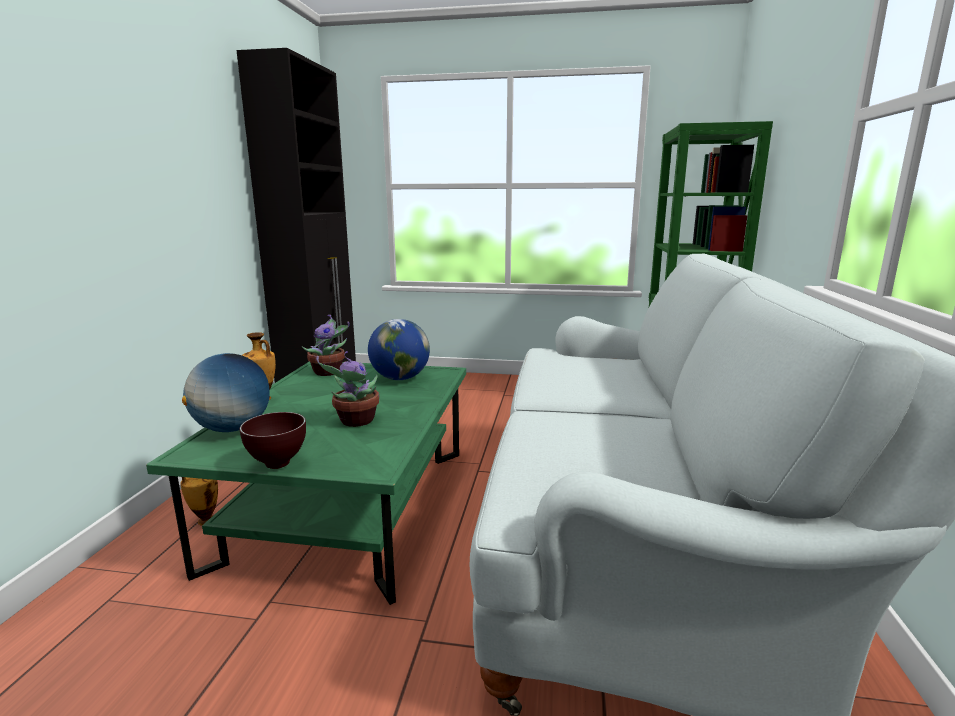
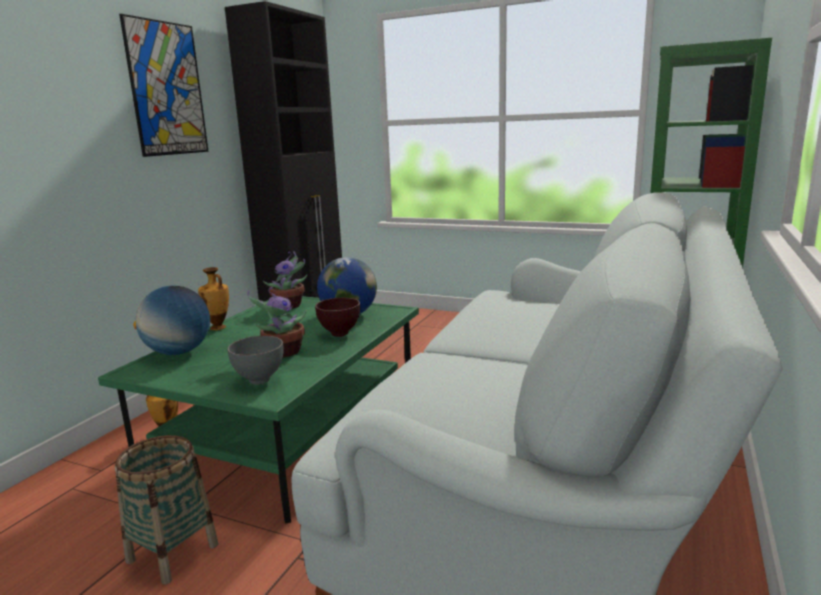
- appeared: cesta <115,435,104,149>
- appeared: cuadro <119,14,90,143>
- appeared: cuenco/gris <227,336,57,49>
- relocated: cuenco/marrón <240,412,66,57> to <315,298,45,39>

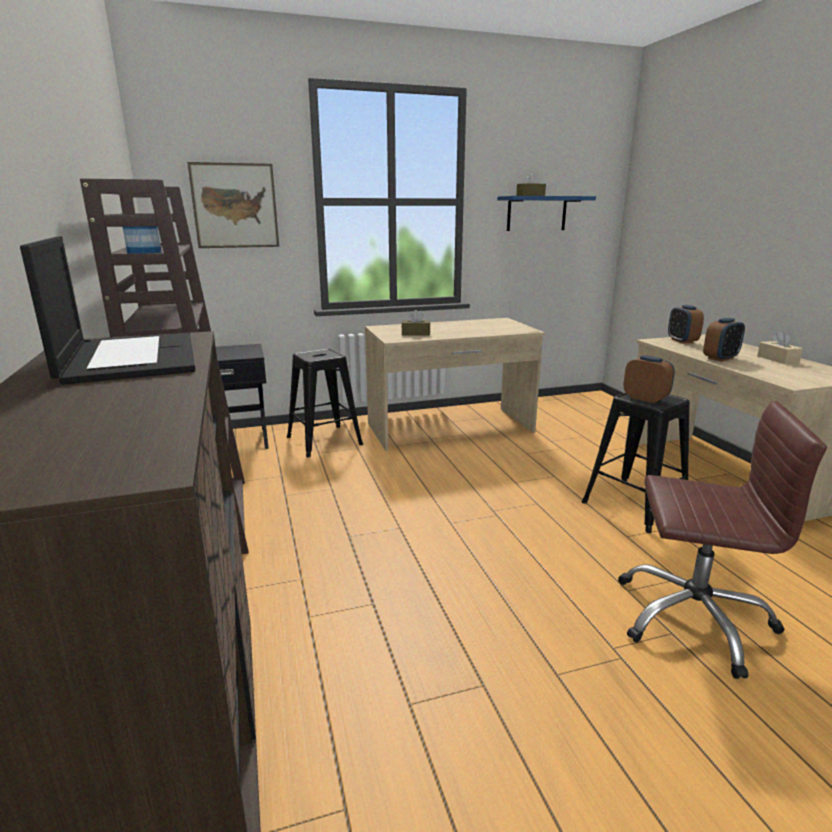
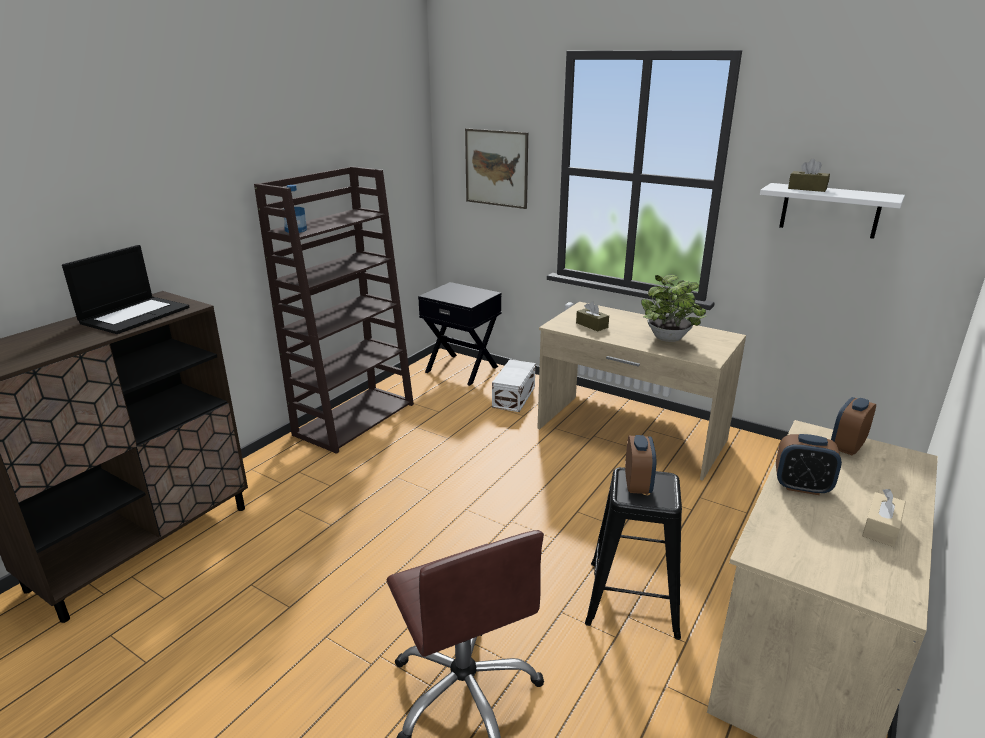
- exchanged: taburete/negro <287,349,76,108> to caja de almacenaje/blanco <492,359,44,53>
- appeared: planta en maceta <641,274,66,68>
- colour: estante/azul <497,196,99,35> to estante/blanco <760,183,145,56>

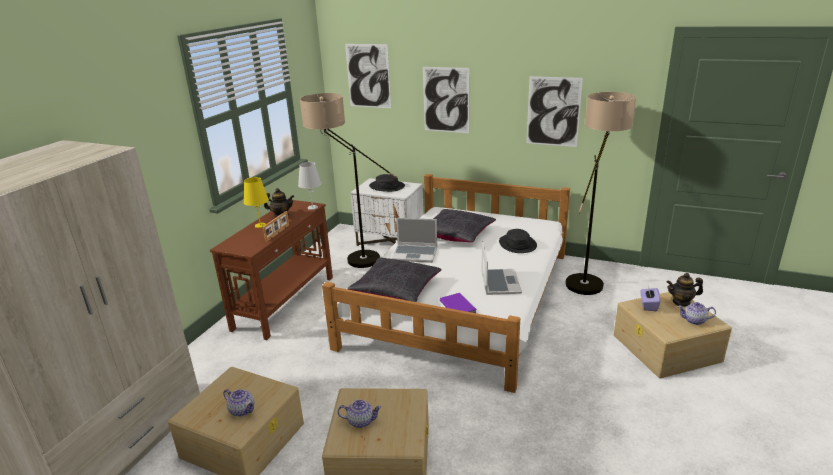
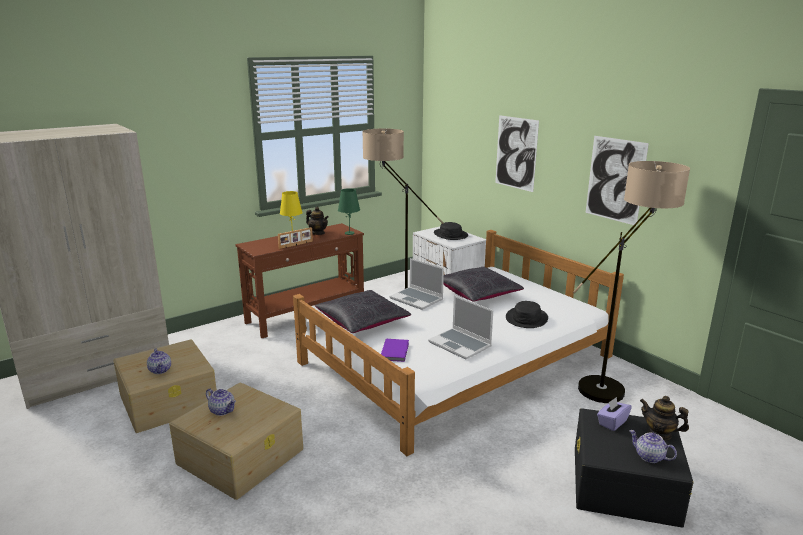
- colour: lámpara de mesa/blanco <298,162,23,48> to lámpara de mesa/verde <338,188,22,47>
- spun: portátil <481,240,41,55> = <428,295,65,65> 105 degrees clockwise
- colour: caja de almacenaje/beis <614,292,118,86> to caja de almacenaje/negro <575,408,118,120>
- missing: cuadro <345,44,46,64>

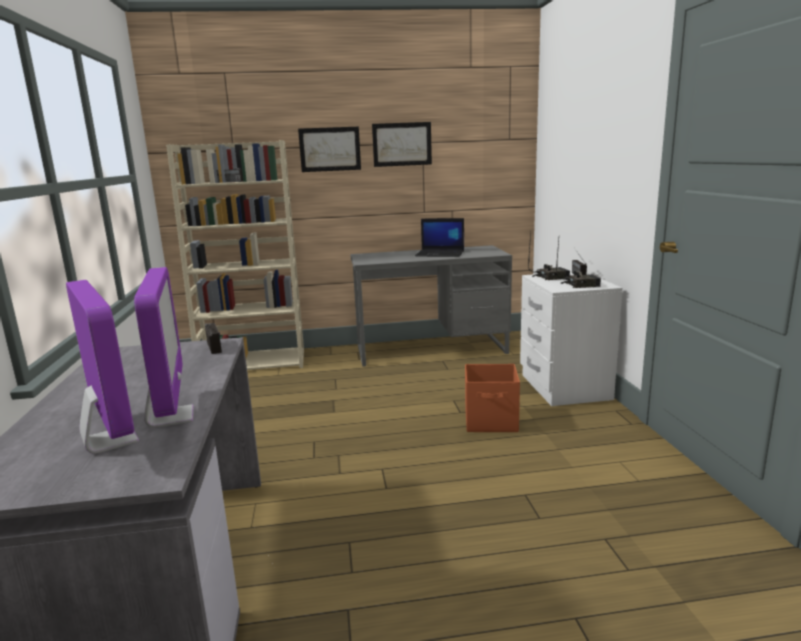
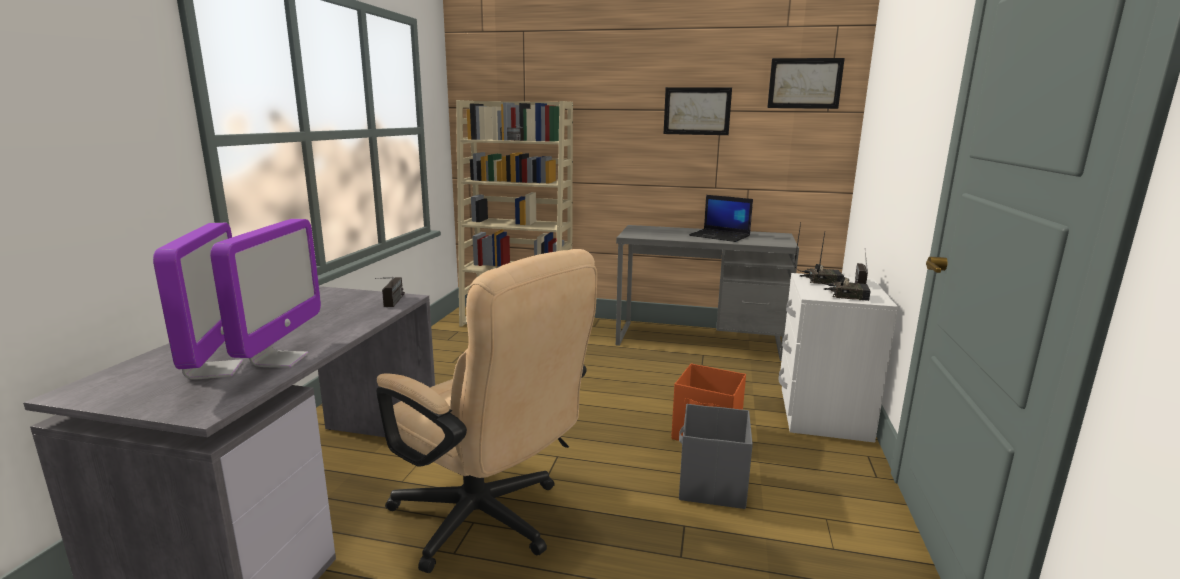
- appeared: silla de oficina/beis <376,249,221,324>
- appeared: caja de almacenaje/gris <679,404,74,105>
- relocated: cuadro <298,127,63,45> to <767,58,78,51>

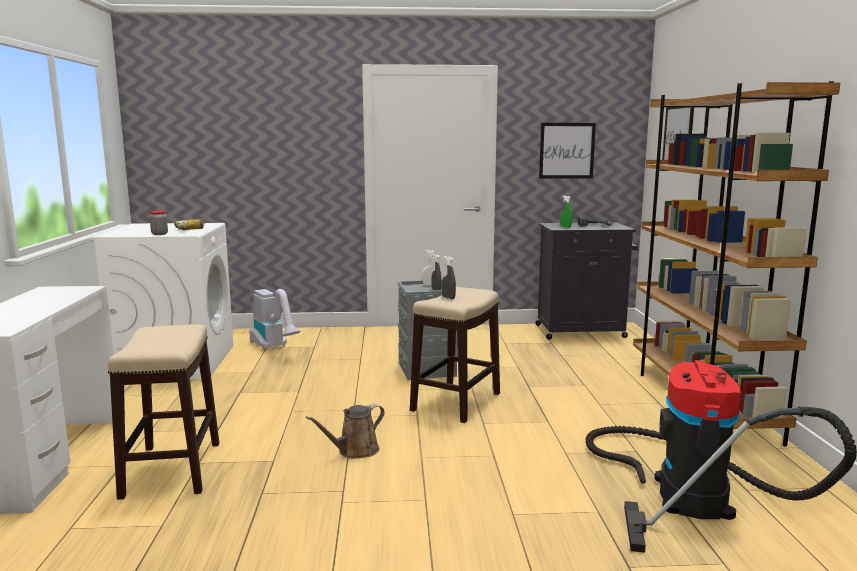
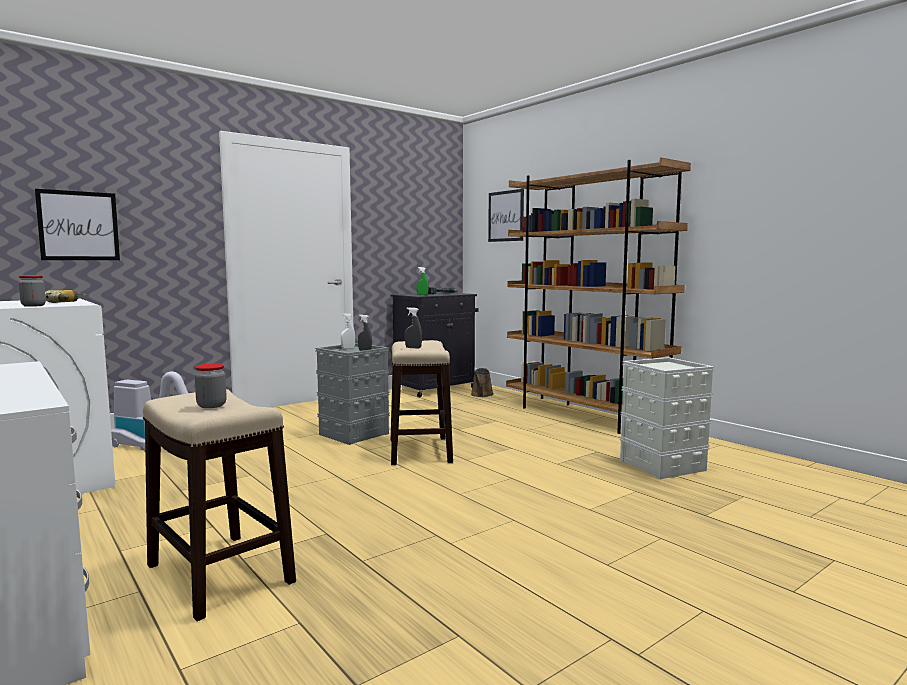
- relocated: cuadro <539,123,57,56> to <35,189,85,71>
- appeared: tarro <195,363,32,45>
- relocated: regadera/marrón <306,404,79,55> to <471,368,23,29>
- exchanged: aspiradora <586,360,271,193> to caja de almacenaje/gris <619,357,95,122>

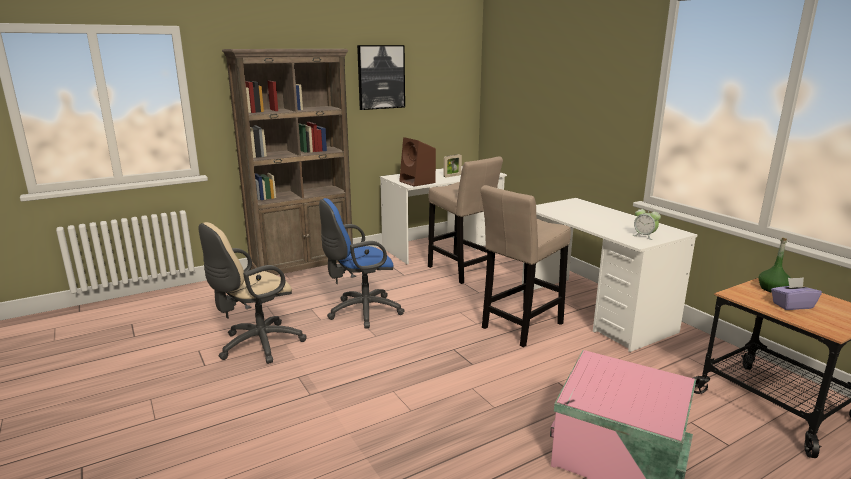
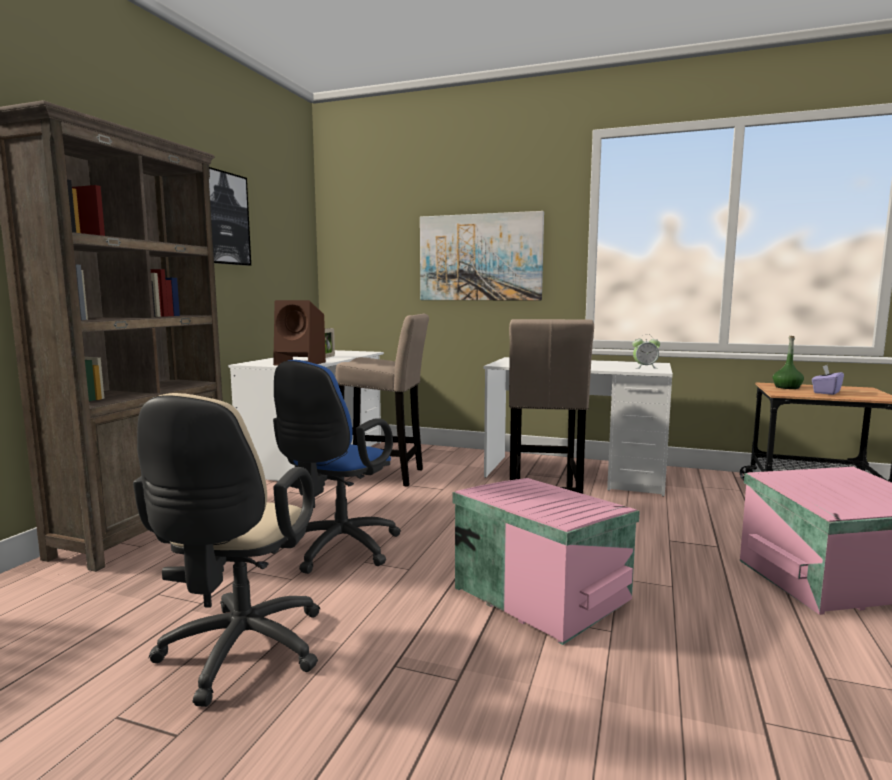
- appeared: cuadro <420,211,124,90>
- appeared: caja de almacenaje/rosa <452,478,188,167>

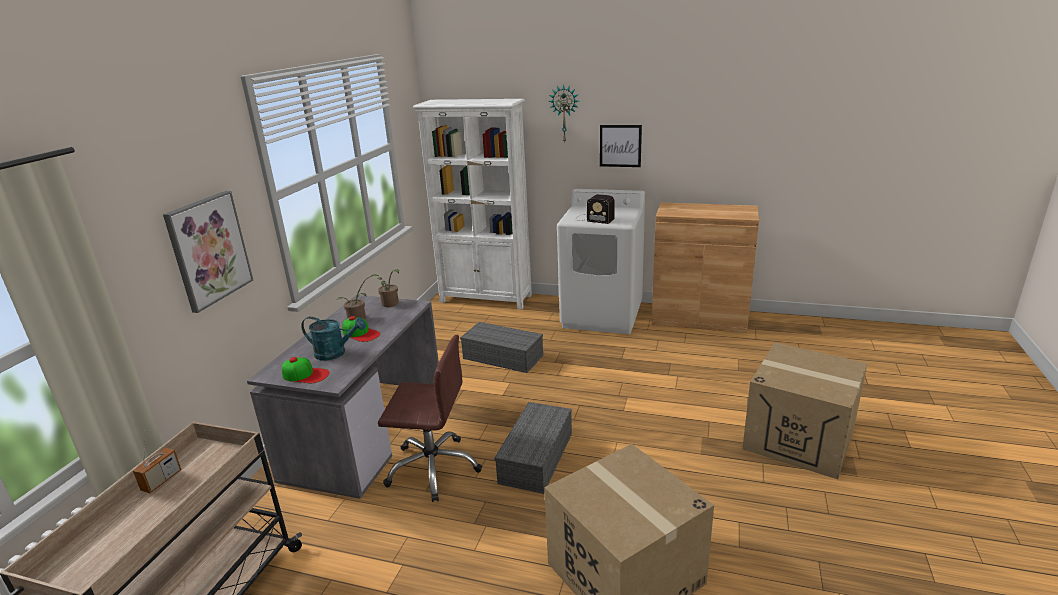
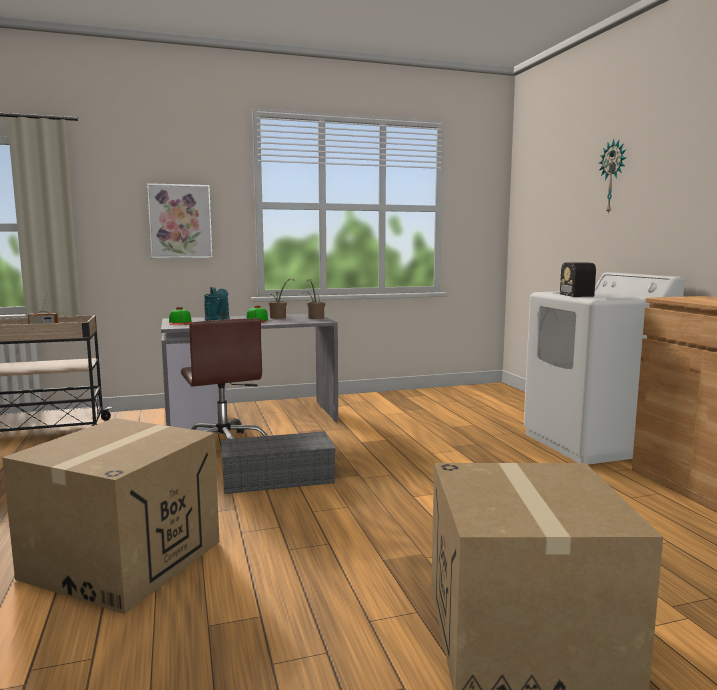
- missing: estantería/blanco <413,99,119,211>
- missing: caja de almacenaje/gris <460,322,83,51>
- missing: cuadro <600,125,42,42>

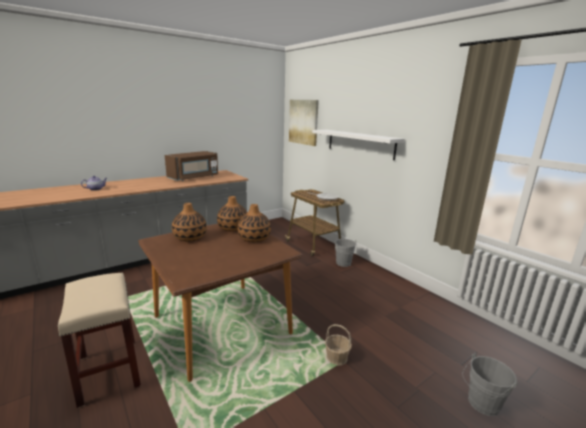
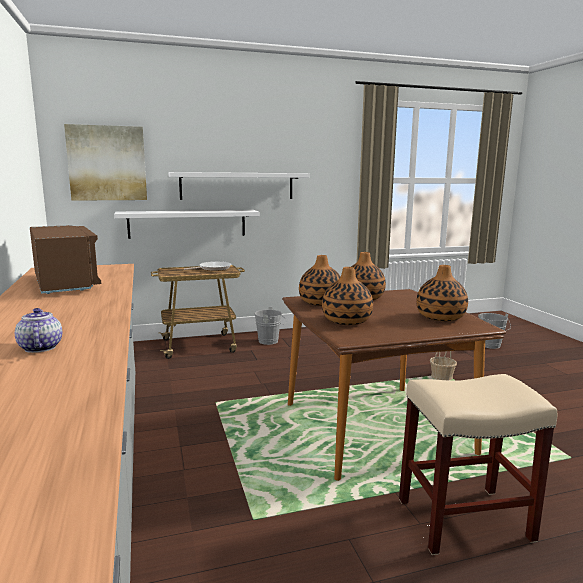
- appeared: estante/blanco <114,210,146,29>
- appeared: florero <416,265,52,56>

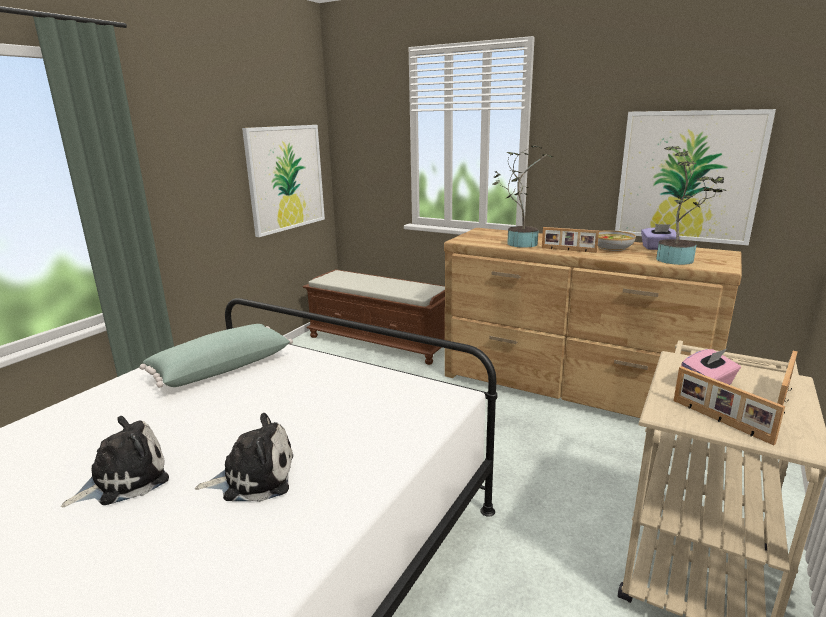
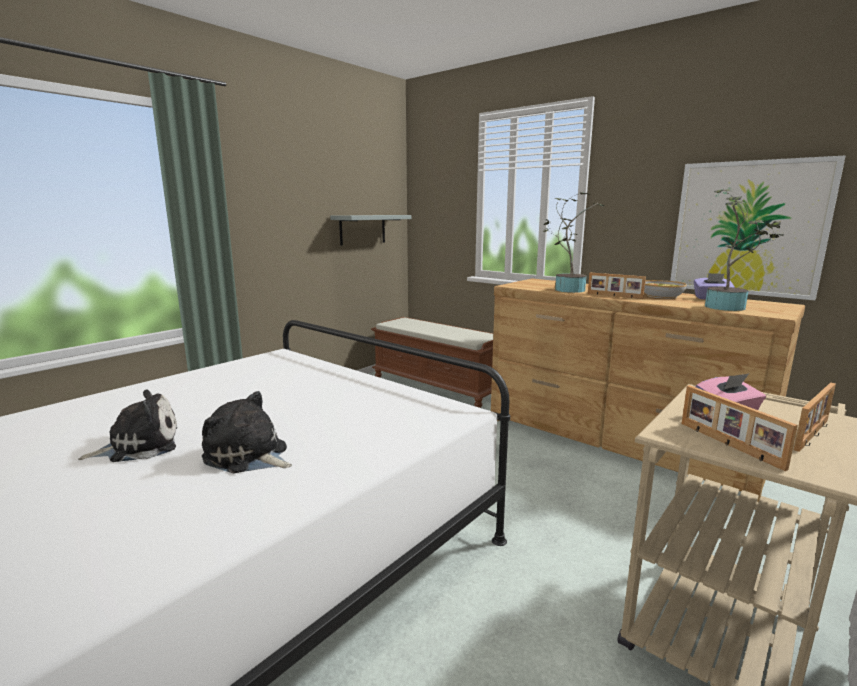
- spun: peluche <195,413,98,89> = <202,391,90,82> 150 degrees counterclockwise
- exchanged: cuadro <242,125,83,112> to estante/gris <330,215,82,31>
- missing: cojín/verde <139,324,154,64>

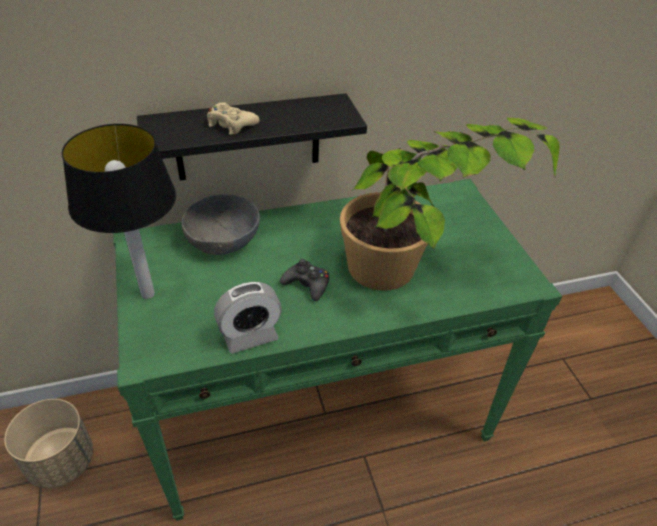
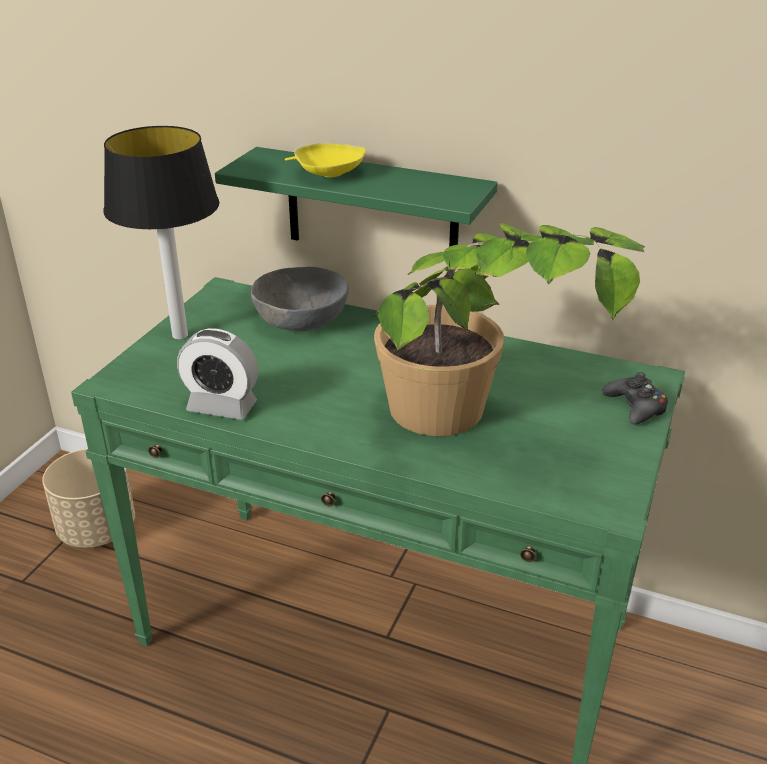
- colour: estante/negro <137,93,230,88> to estante/verde <215,147,282,100>
- exchanged: mando de consola/beis <207,102,53,33> to cuenco/amarillo <285,143,82,35>
- relocated: mando de consola/negro <280,259,49,42> to <602,372,66,53>

